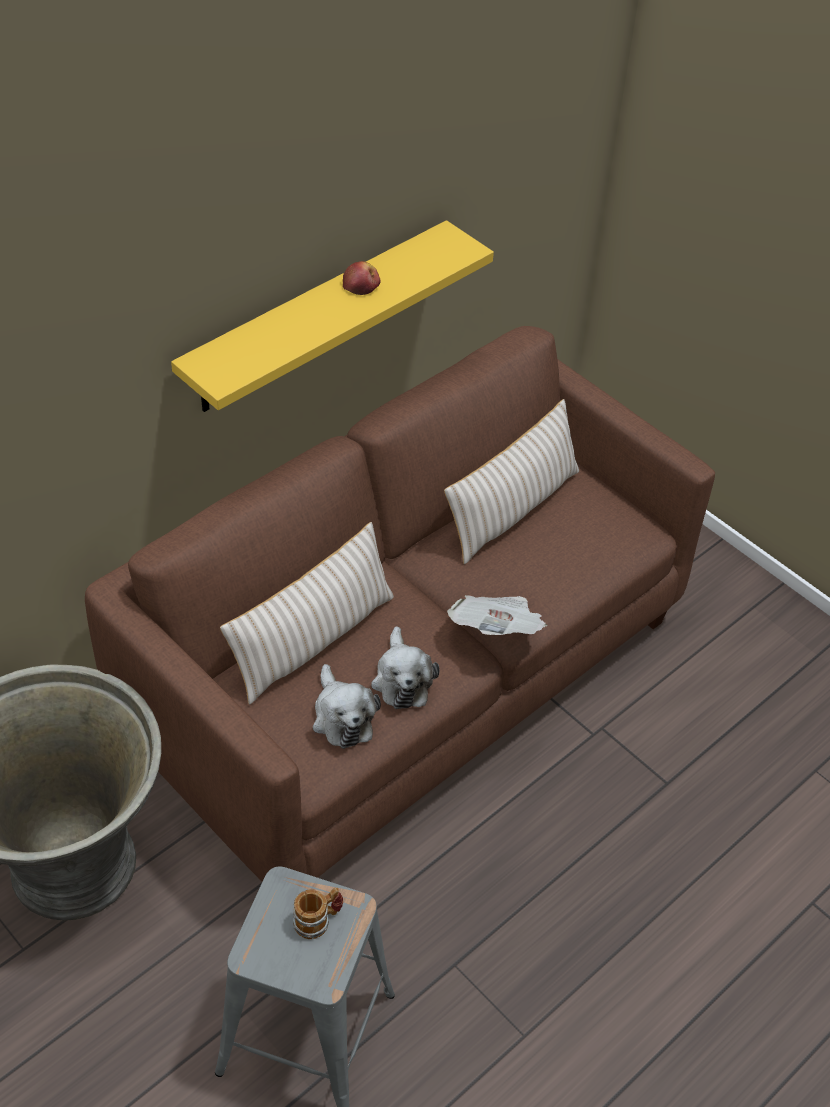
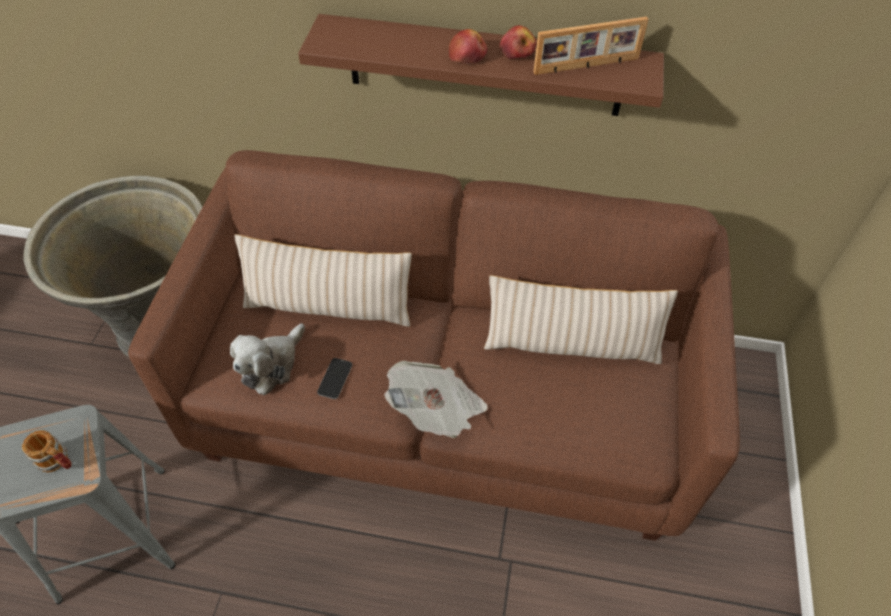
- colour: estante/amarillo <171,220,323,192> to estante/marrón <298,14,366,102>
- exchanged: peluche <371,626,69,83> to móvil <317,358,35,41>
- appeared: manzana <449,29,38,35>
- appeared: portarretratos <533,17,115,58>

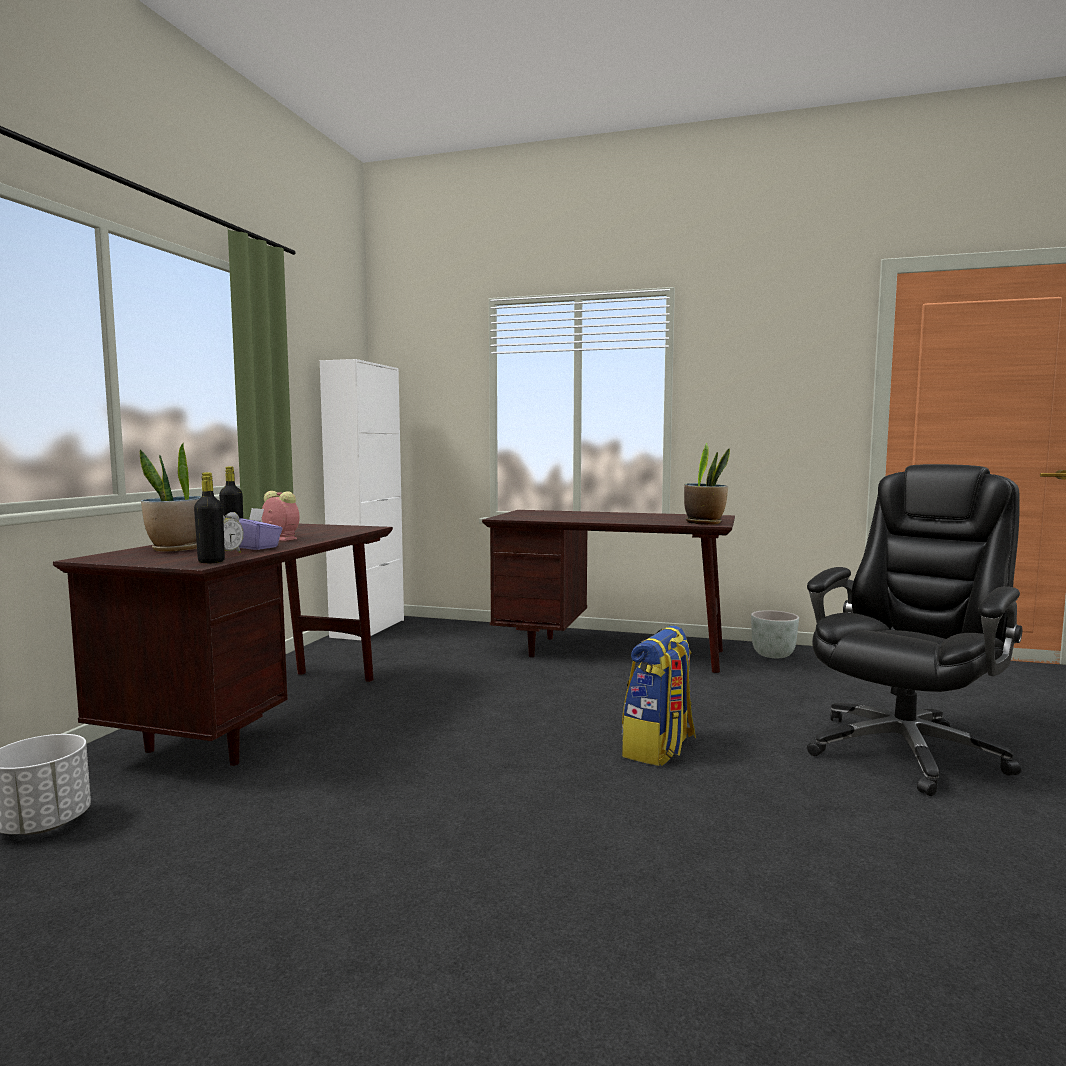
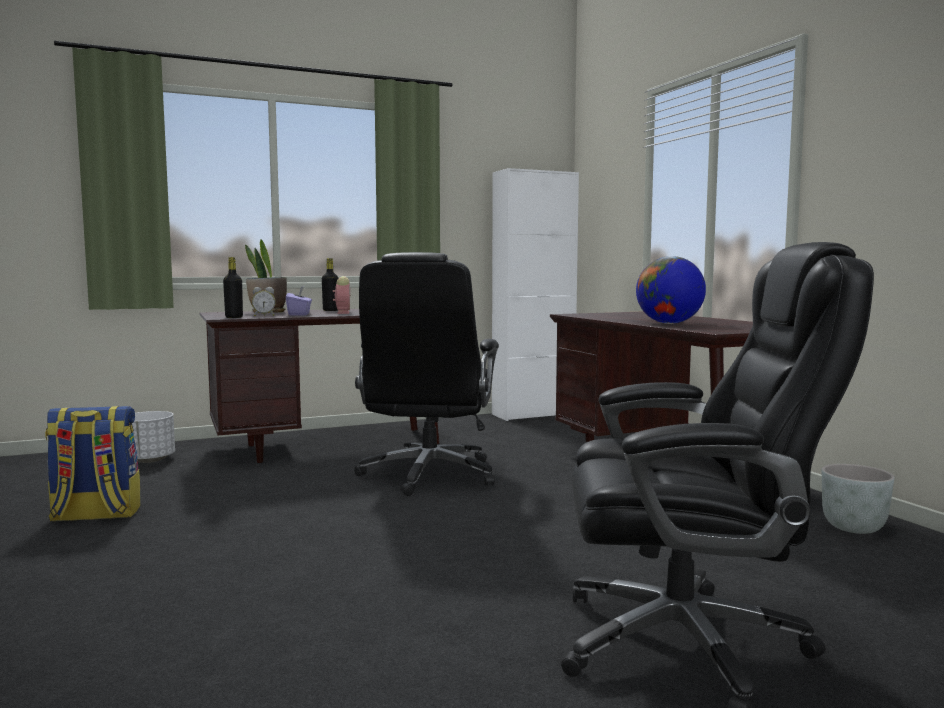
- relocated: mochila <622,625,74,141> to <45,406,96,115>
- appeared: silla de oficina/negro <354,252,145,244>
- appeared: globo terráqueo <636,256,70,68>
- missing: planta en maceta <684,443,46,82>

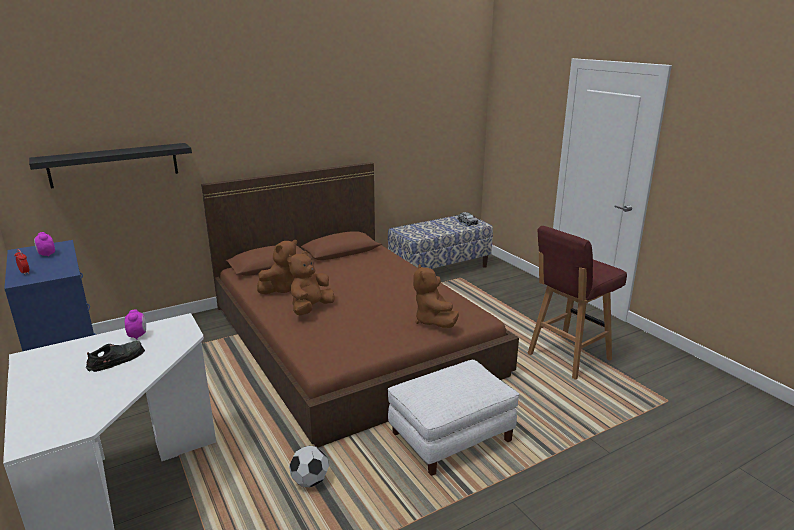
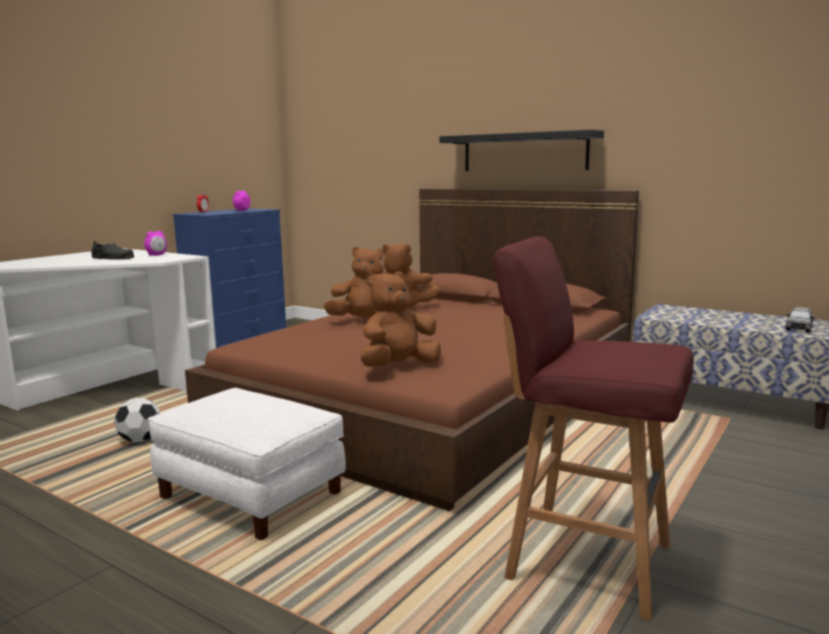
- relocated: estante/negro <29,143,163,45> to <439,130,165,41>

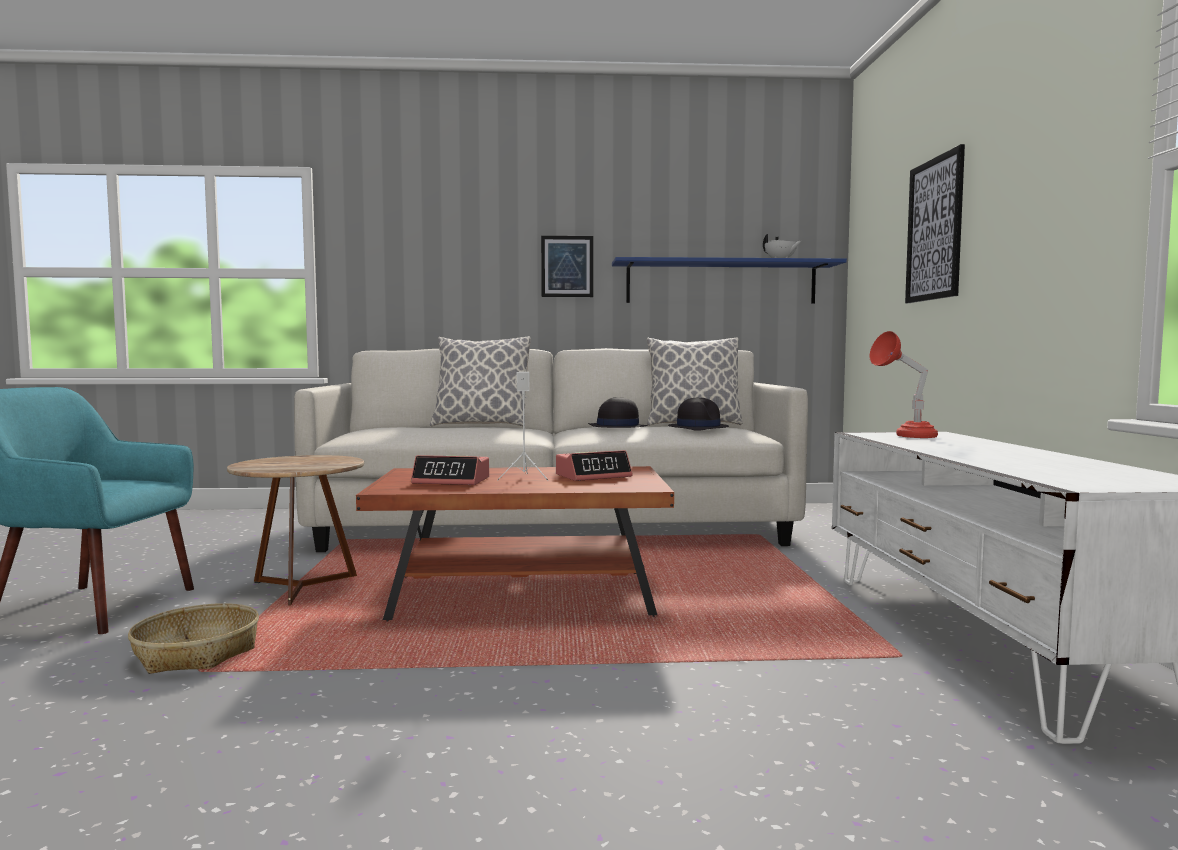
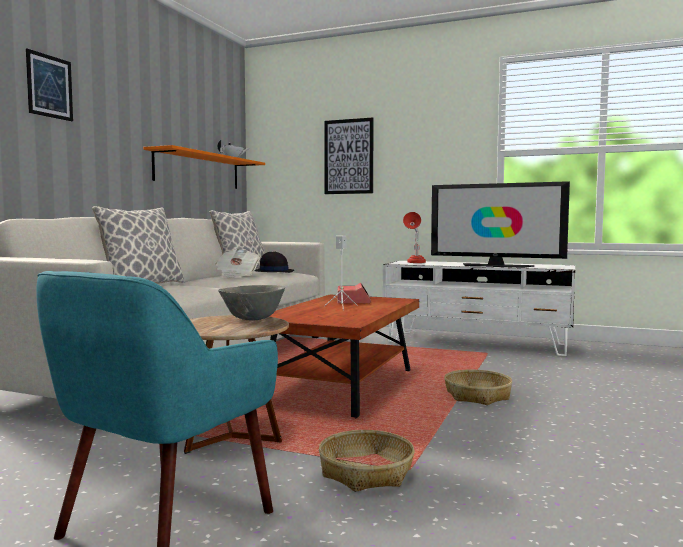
- relocated: cuadro <541,236,52,61> to <26,48,47,73>
- colour: estante/azul <612,257,235,47> to estante/naranja <143,145,122,44>
- exchanged: sombrero/negro <588,397,59,31> to periódico <215,249,45,29>
- appeared: cuenco/gris <218,285,67,35>
- appeared: televisor <431,181,139,87>
- appeared: cesta <444,370,68,35>
- missing: despertador <411,455,78,30>

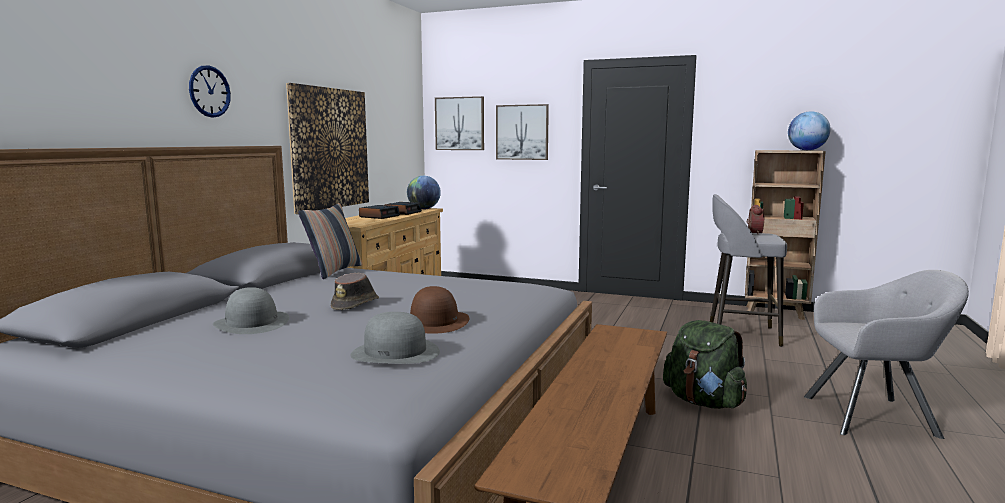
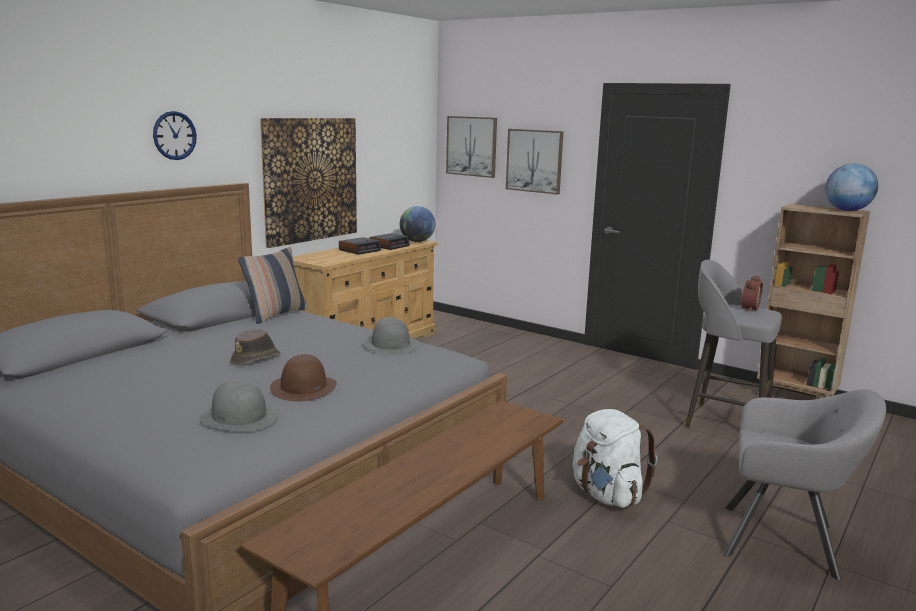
- relocated: sombrero/gris <213,287,76,47> to <363,317,56,38>
- colour: mochila/verde <663,320,84,89> to mochila/blanco <573,409,85,99>

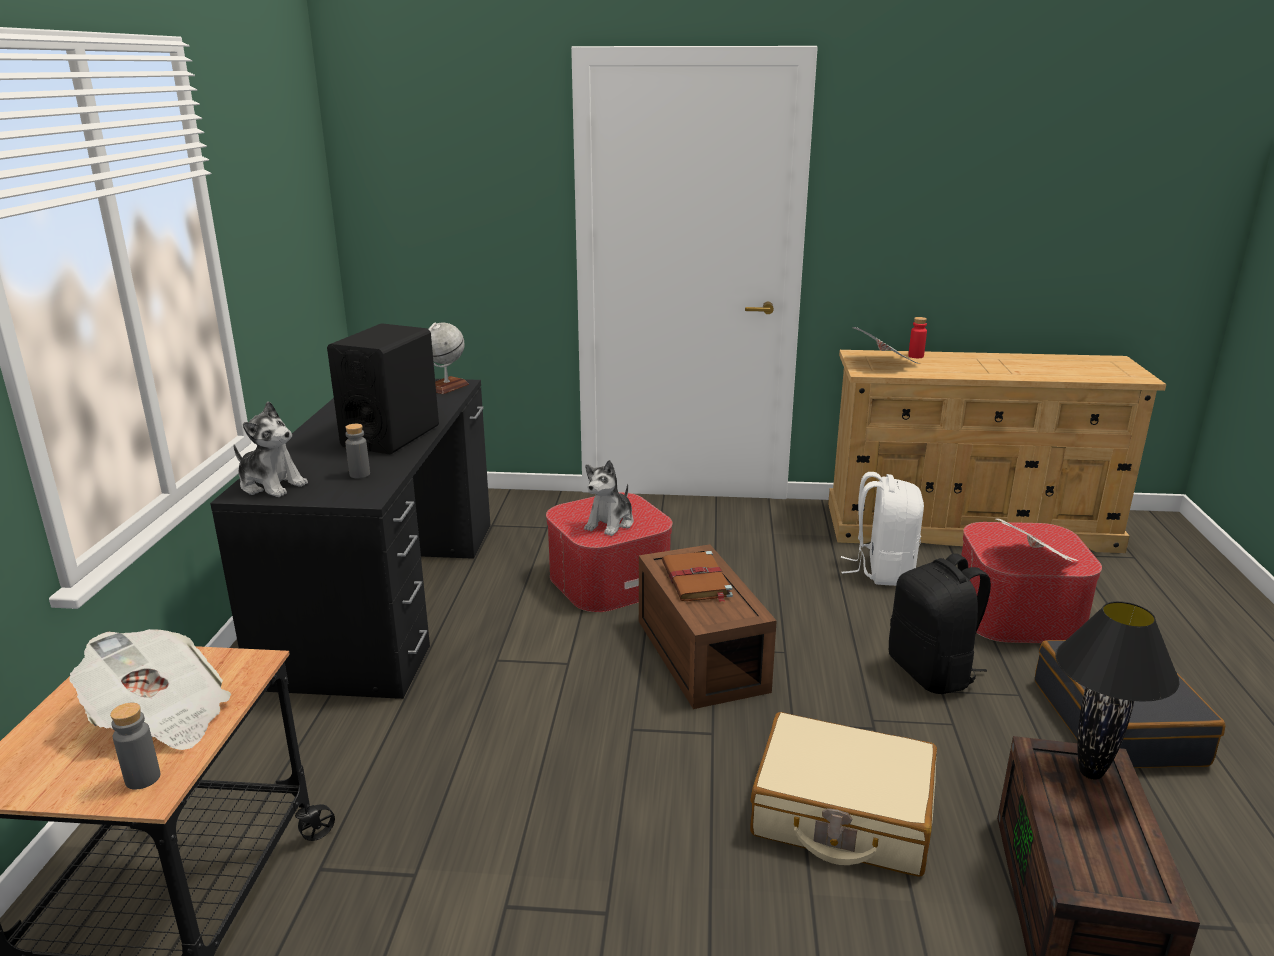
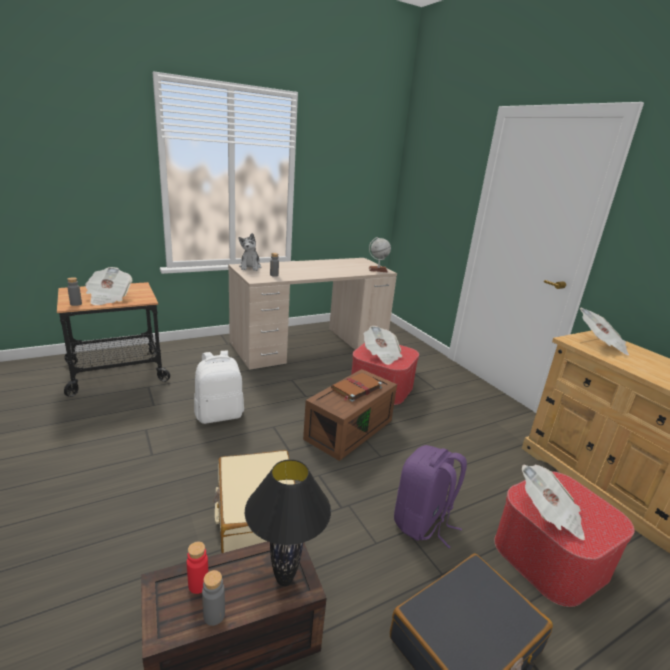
- relocated: botella/rojo <908,317,19,41> to <187,541,21,53>
- relocated: mochila/blanco <841,472,83,114> to <194,350,50,74>
- appeared: botella/gris <202,570,23,56>
- colour: escritorio/negro <210,379,281,320> to escritorio/beis <228,258,169,112>
- exchanged: peluche <584,460,50,76> to periódico <364,326,38,39>
- colour: mochila/negro <889,553,102,141> to mochila/morado <394,445,73,103>
- missing: altavoz/negro <327,323,112,131>

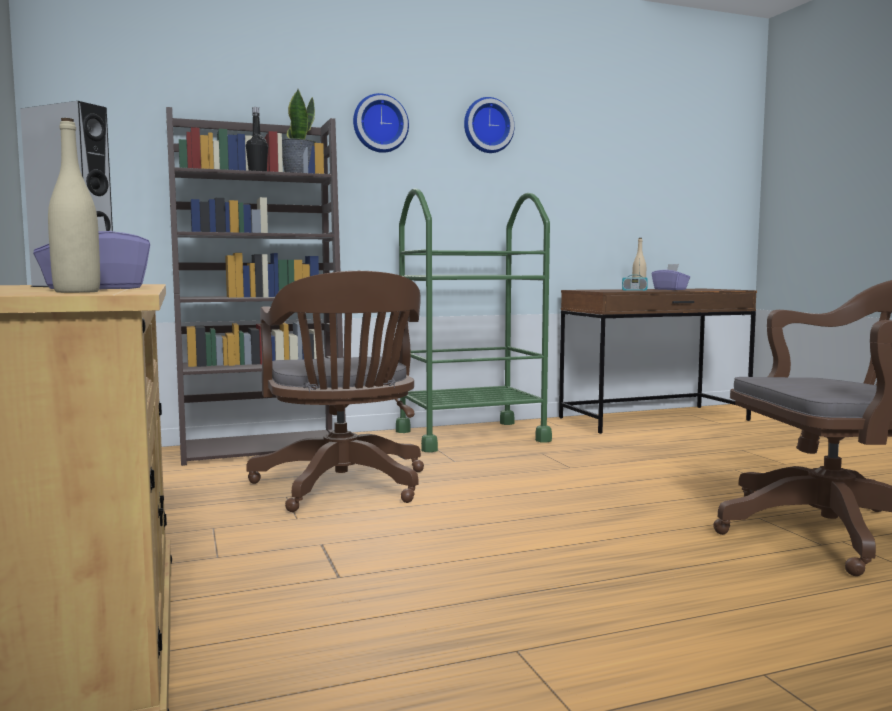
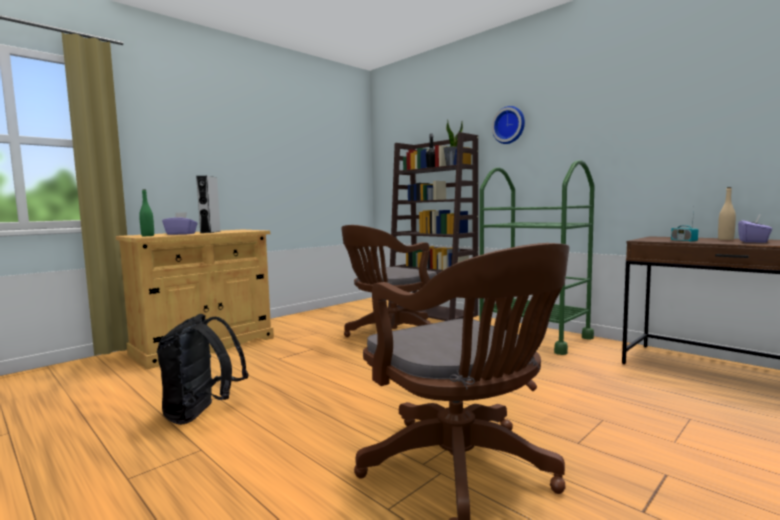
- colour: botella/beis <48,118,52,175> to botella/verde <139,189,15,47>
- appeared: mochila/negro <157,314,92,111>
- missing: reloj de pared <464,97,51,56>

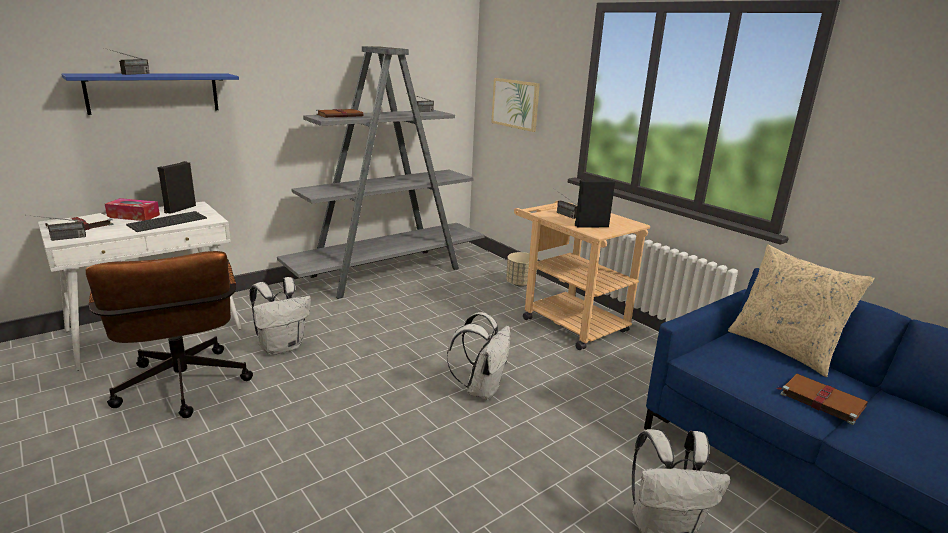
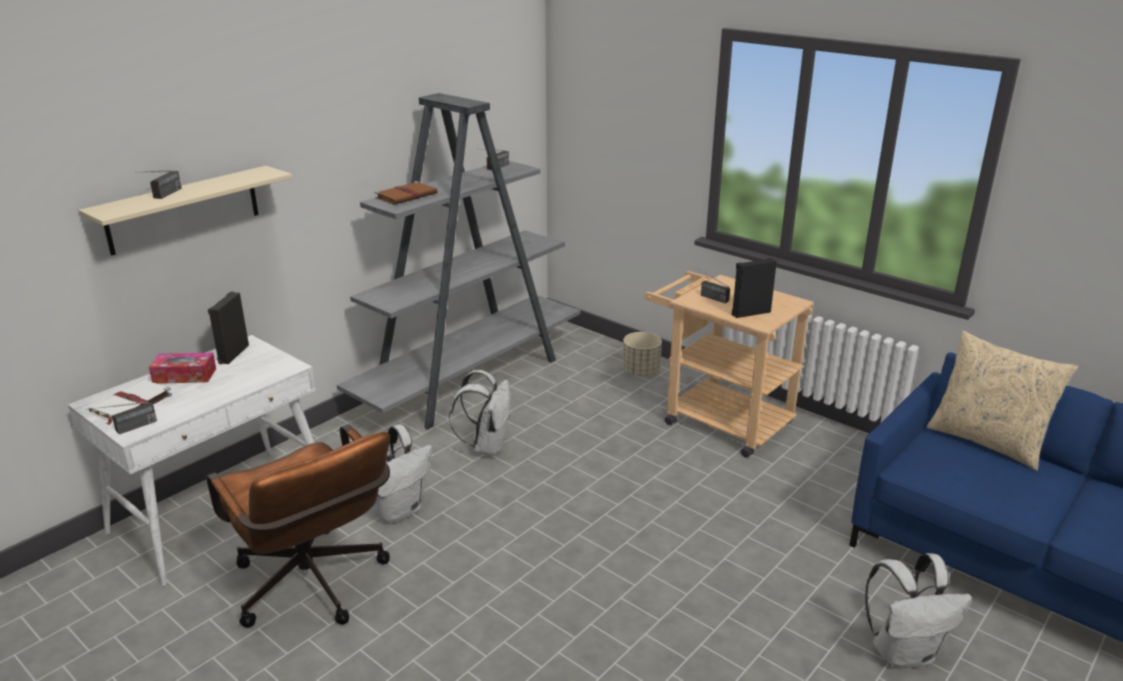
- colour: estante/azul <61,73,178,42> to estante/beis <78,166,214,90>
- relocated: mochila/blanco <447,312,63,88> to <449,370,62,86>
- missing: teclado <126,211,81,21>
- missing: cuadro <491,78,49,54>
- missing: libro/marrón <777,374,91,51>

